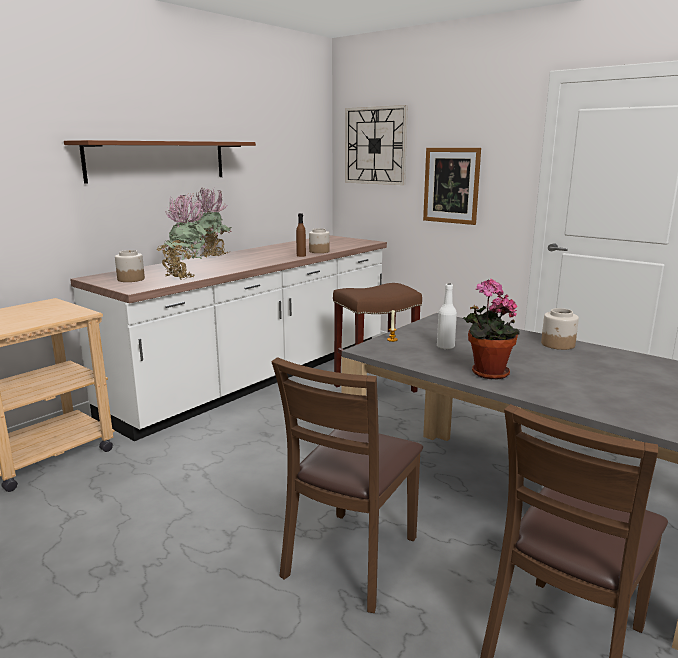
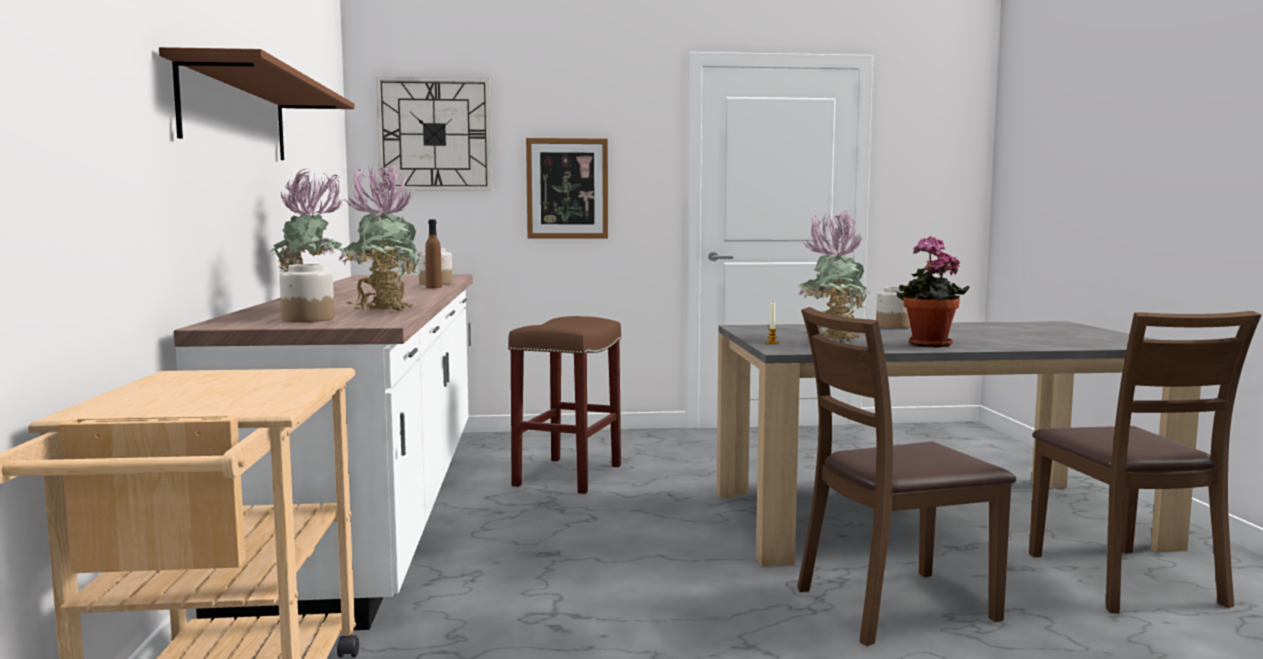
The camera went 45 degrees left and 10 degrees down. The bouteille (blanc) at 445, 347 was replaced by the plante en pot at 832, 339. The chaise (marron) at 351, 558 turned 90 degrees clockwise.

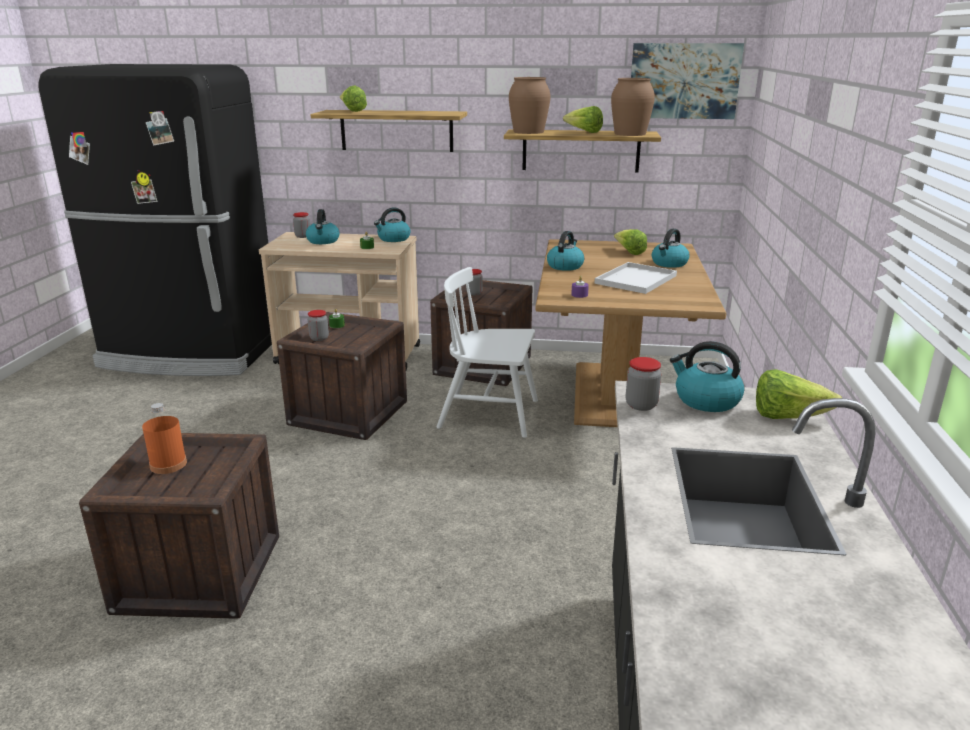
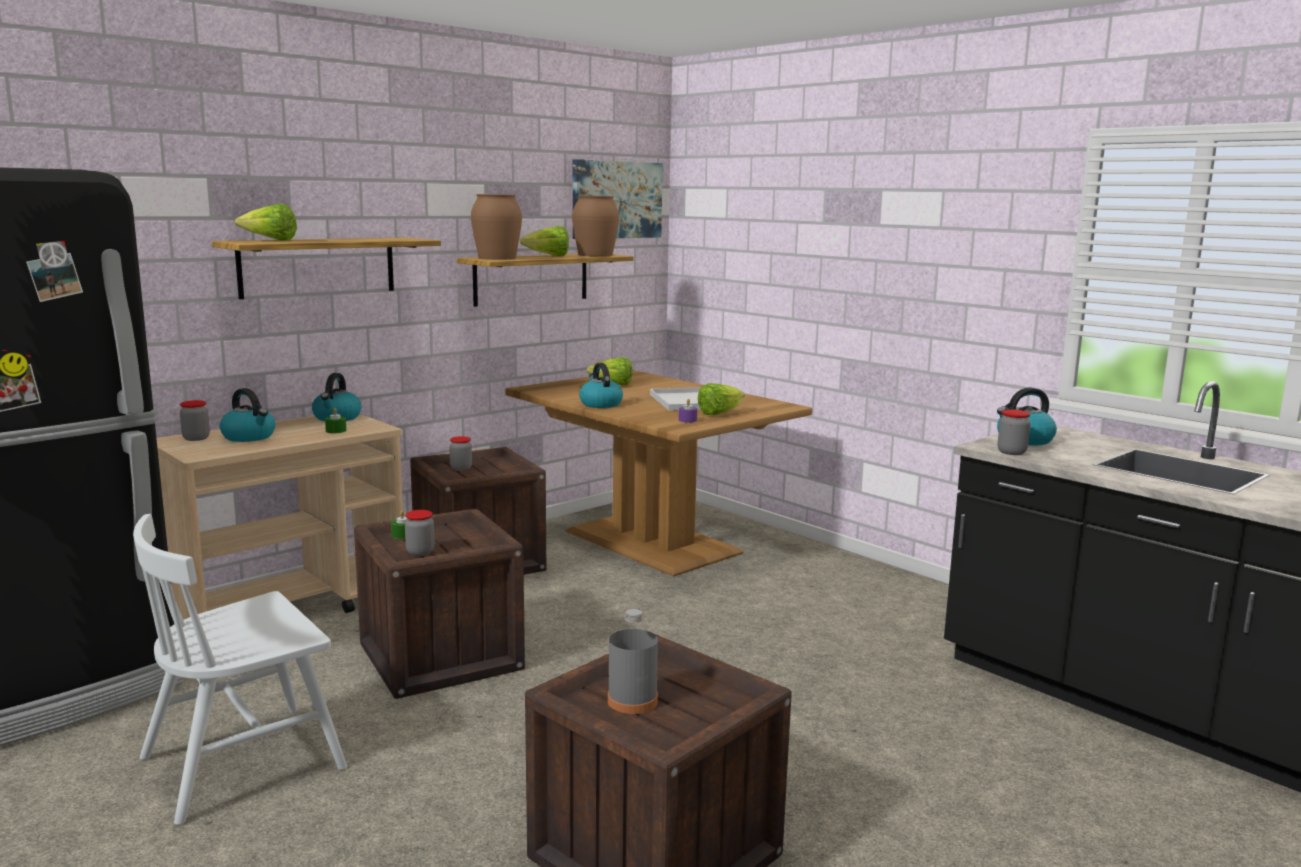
The camera went 50 degrees left and 10 degrees down. The bouilloire at 669, 263 disappeared. The chaise (blanc) moved from 489, 414 to 244, 762. The laitue moved from 787, 417 to 719, 413. The bouteille (orange) at 168, 464 became the bouteille (gris) at 632, 701.

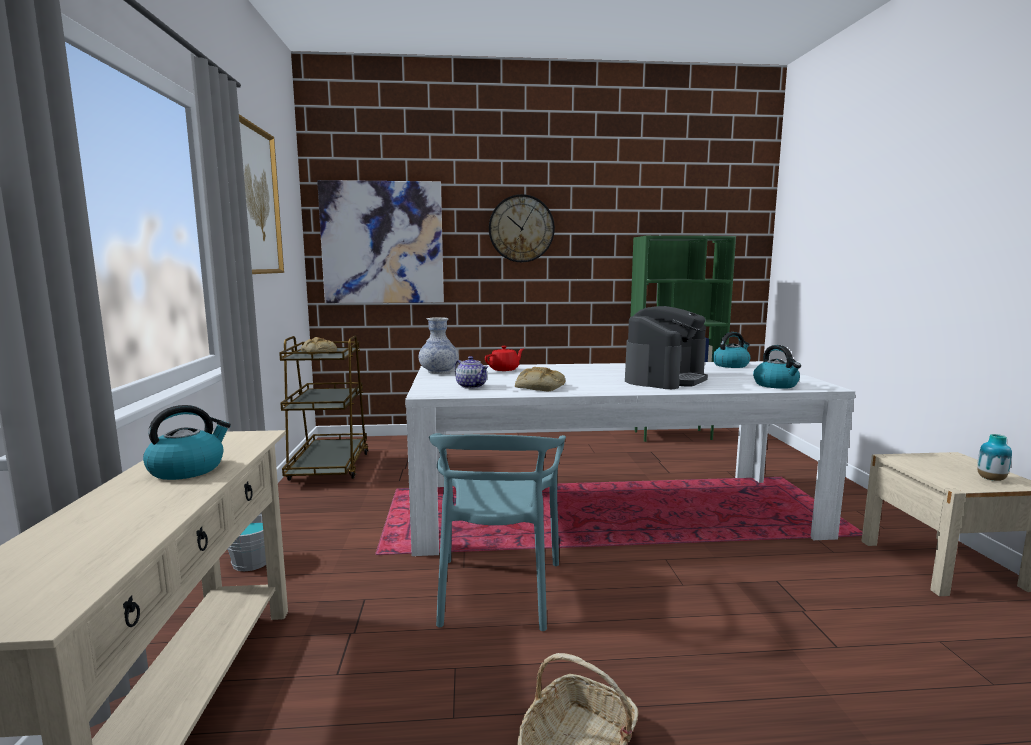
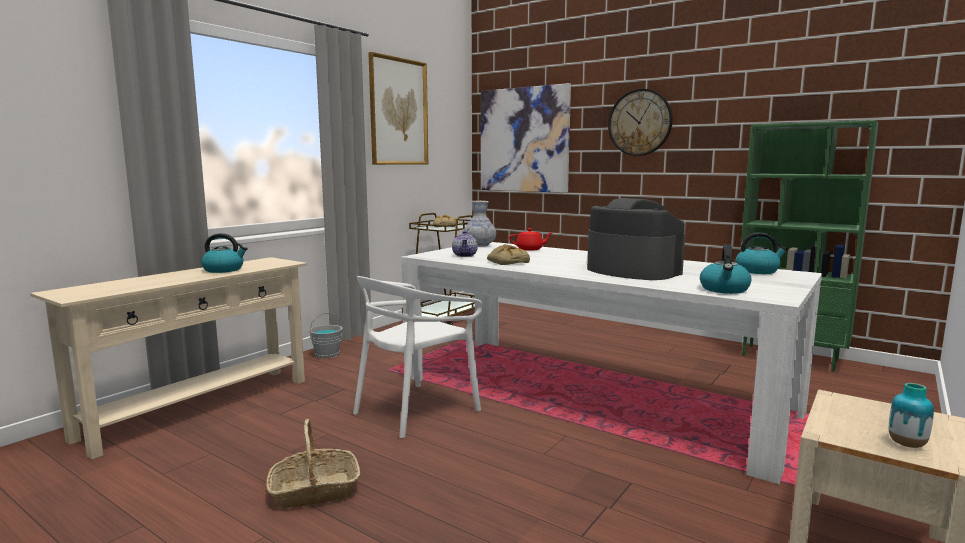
The camera went 40 degrees right and 0 degrees up. The machine à café at 665, 379 turned 120 degrees counterclockwise. The chaise (turquoise) at 497, 591 became the chaise (blanc) at 415, 410.

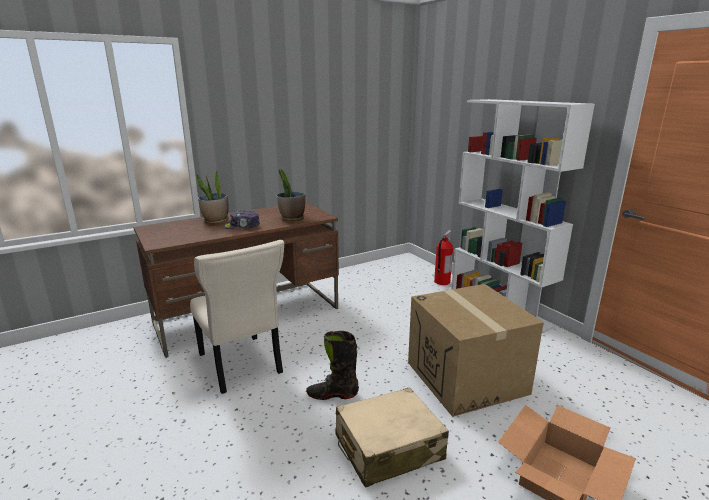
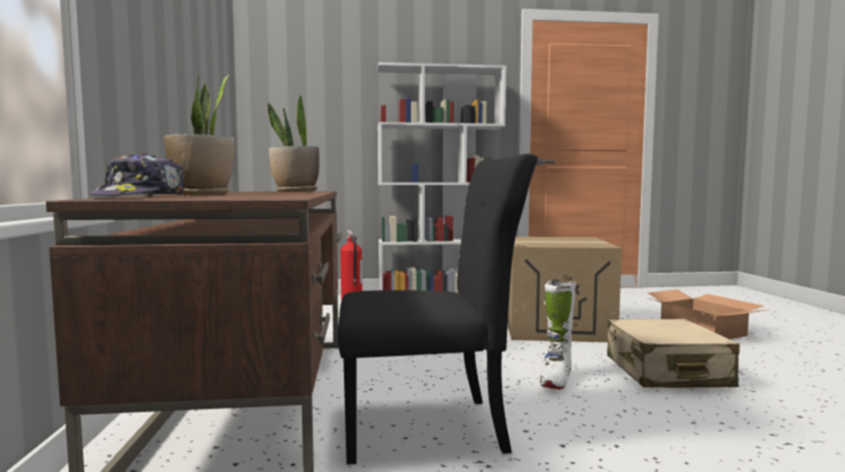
The camera went 65 degrees left and 15 degrees down. The casquette moved from 242, 226 to 142, 197. The chaise (beige) at 241, 365 became the chaise (noir) at 431, 429. The botte (noir) at 332, 394 became the botte (blanc) at 555, 380.

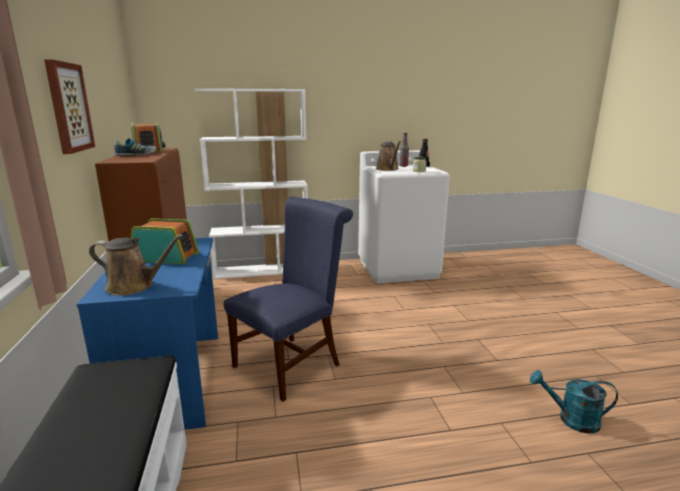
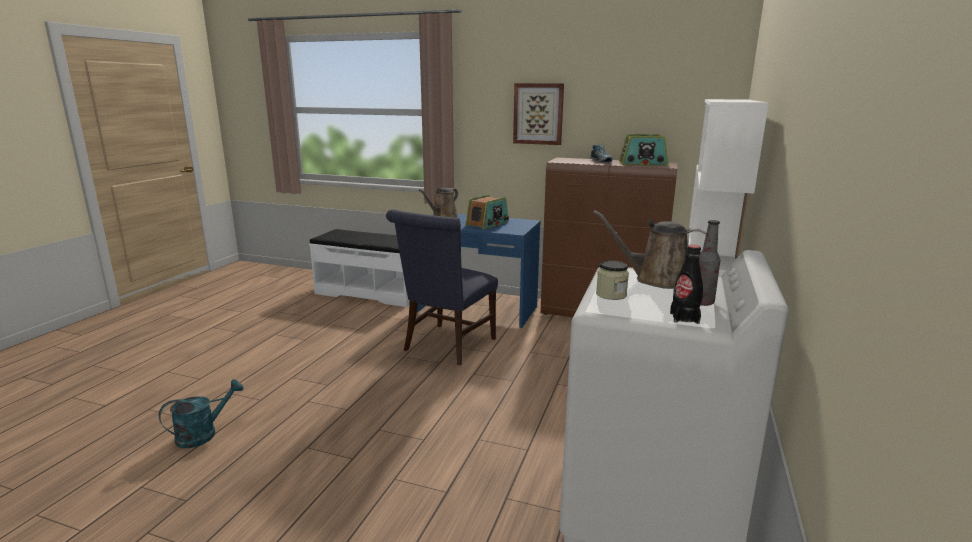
The camera went 120 degrees right and 0 degrees up. The chaise (bleu) at 292, 363 turned 45 degrees clockwise.

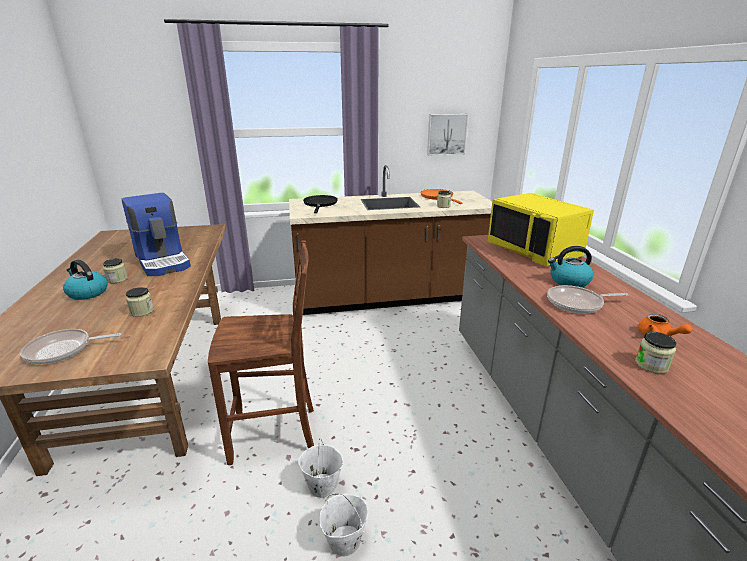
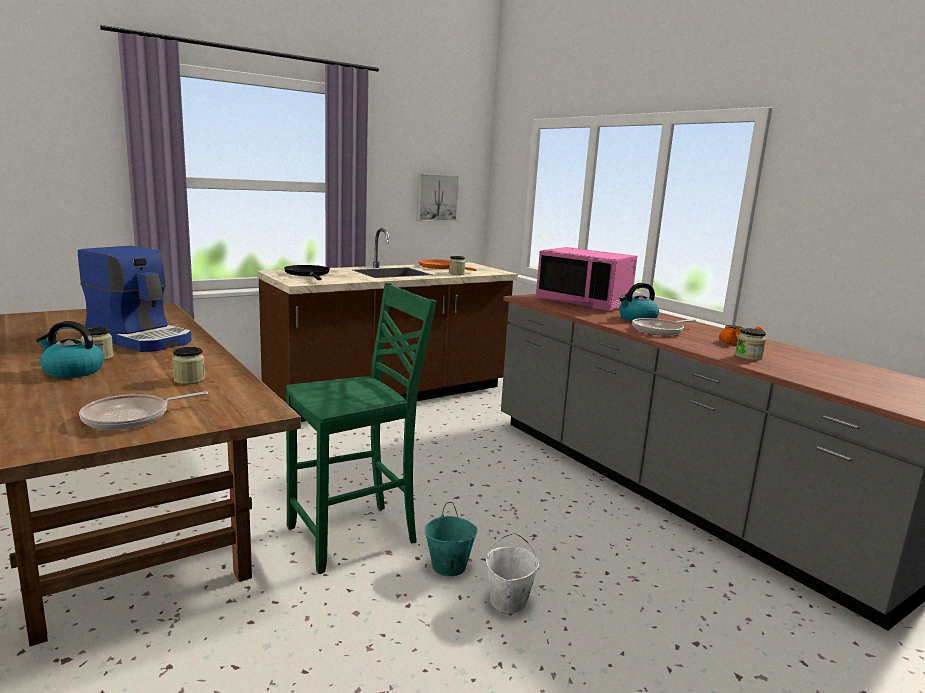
The camera went 25 degrees left and 10 degrees down. The micro-ondes (jaune) at 534, 250 became the micro-ondes (rose) at 584, 302. The chaise (marron) at 276, 434 became the chaise (vert) at 355, 536. The seau (blanc) at 322, 486 became the seau (turquoise) at 448, 566.

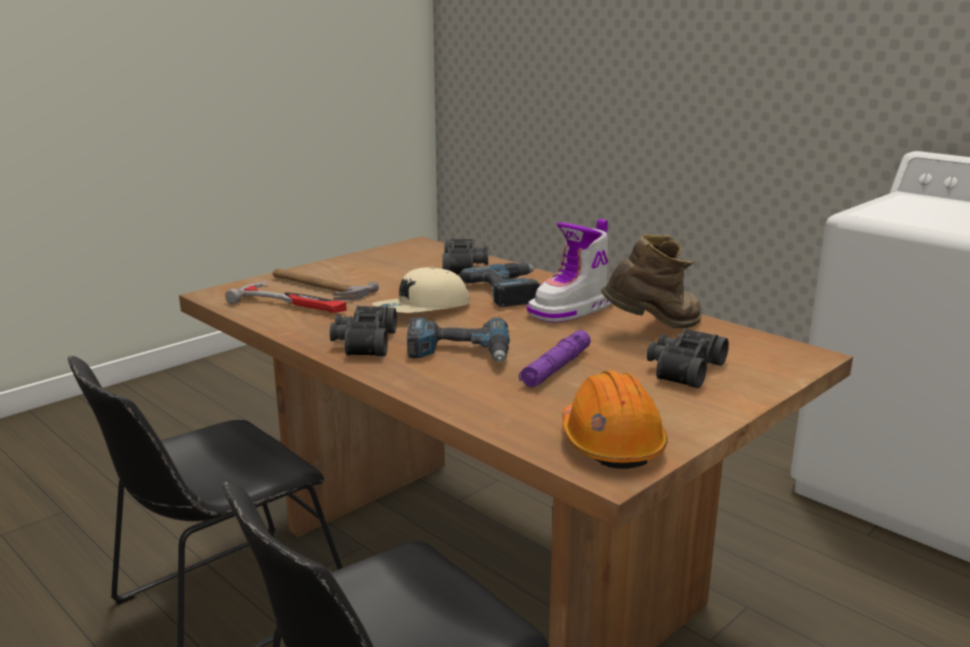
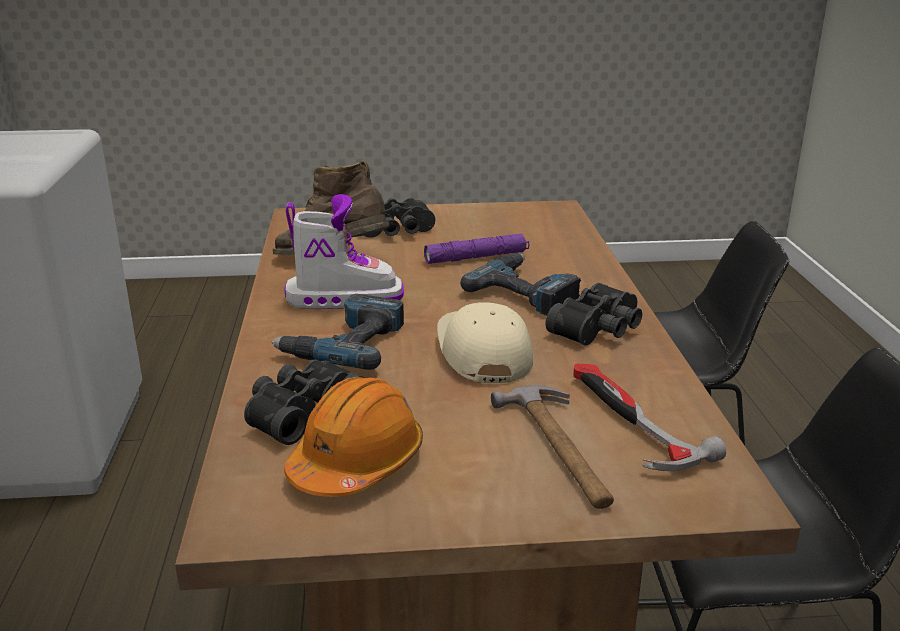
The camera went 140 degrees left and 5 degrees up. The casquette (beige) at 422, 309 turned 105 degrees counterclockwise. The casque de chantier (orange) moved from 611, 443 to 357, 463.

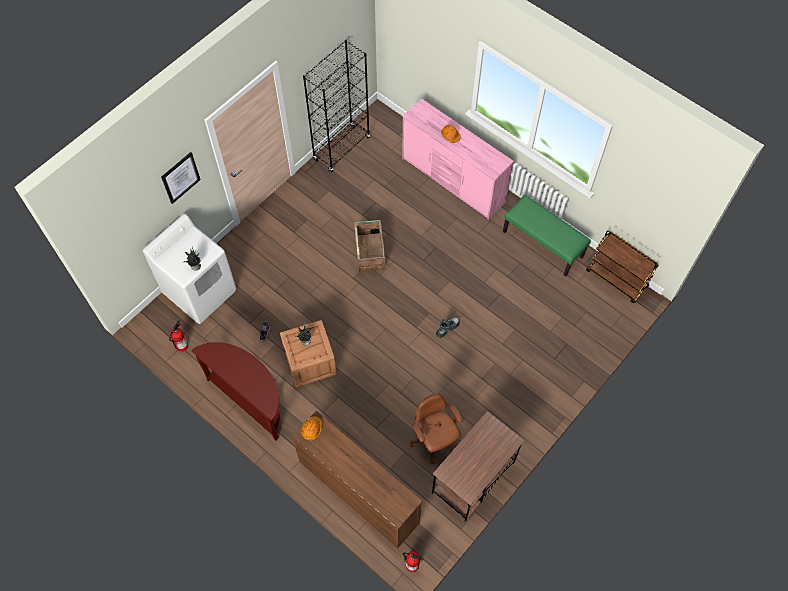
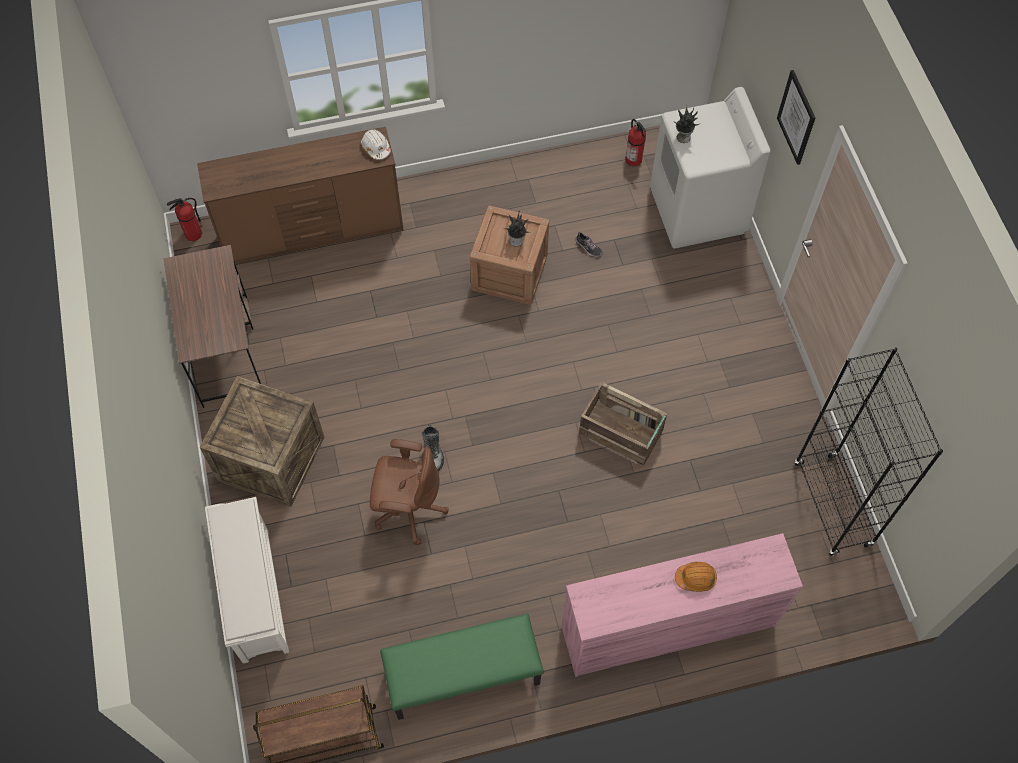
The camera went 125 degrees right and 0 degrees up. The table console (marron) at 251, 400 disappeared. The chaise de bureau (marron) moved from 434, 440 to 409, 509. The casque de chantier (orange) at 312, 429 became the casque de chantier (blanc) at 376, 148. The caisse at 271, 458 appeared. The étagère à chaussures (blanc) at 254, 593 appeared.

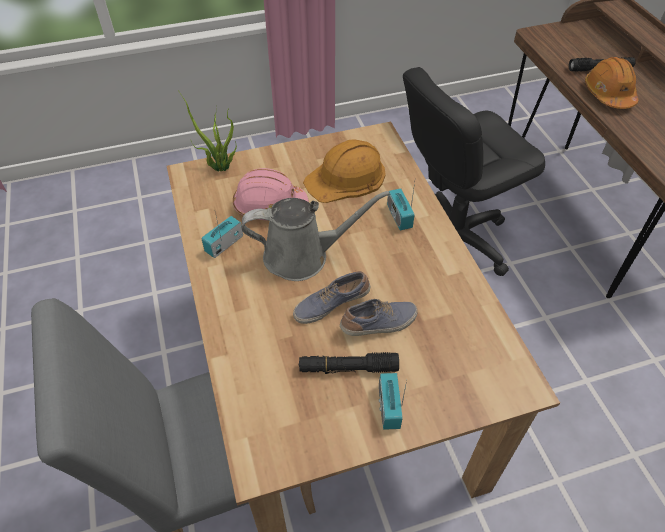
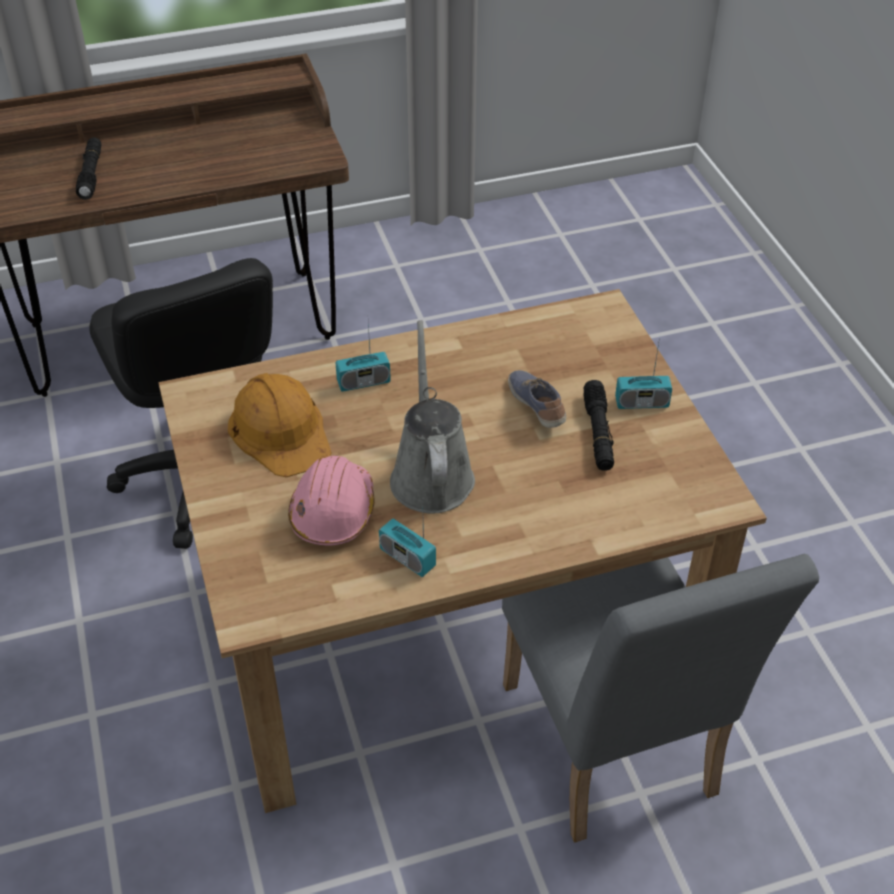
The camera went 90 degrees left and 5 degrees down. The casque de chantier (orange) at 608, 94 disappeared. The plante en pot at 219, 168 disappeared. The chaussure at 331, 304 disappeared.

